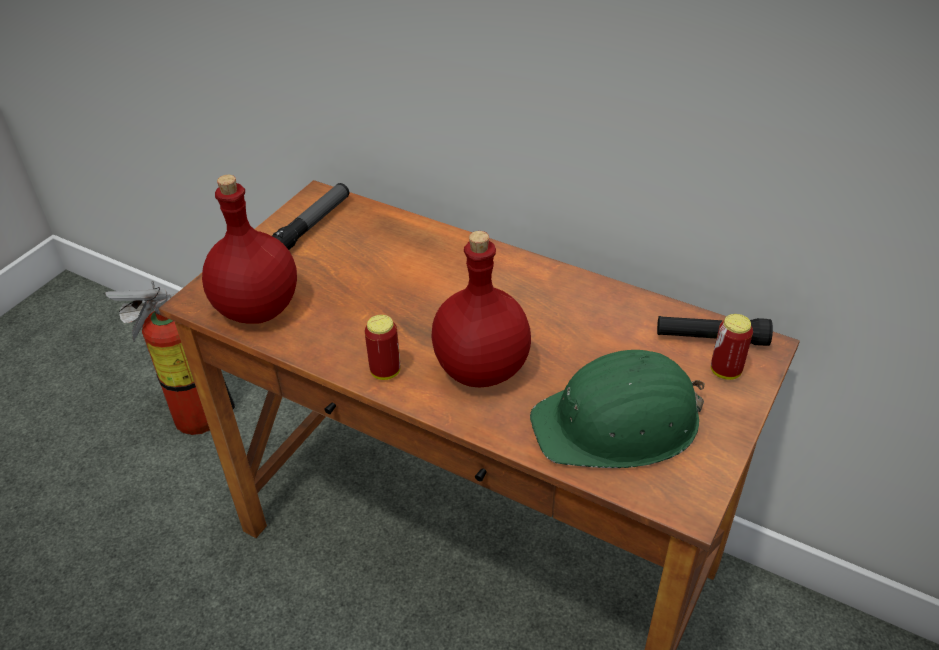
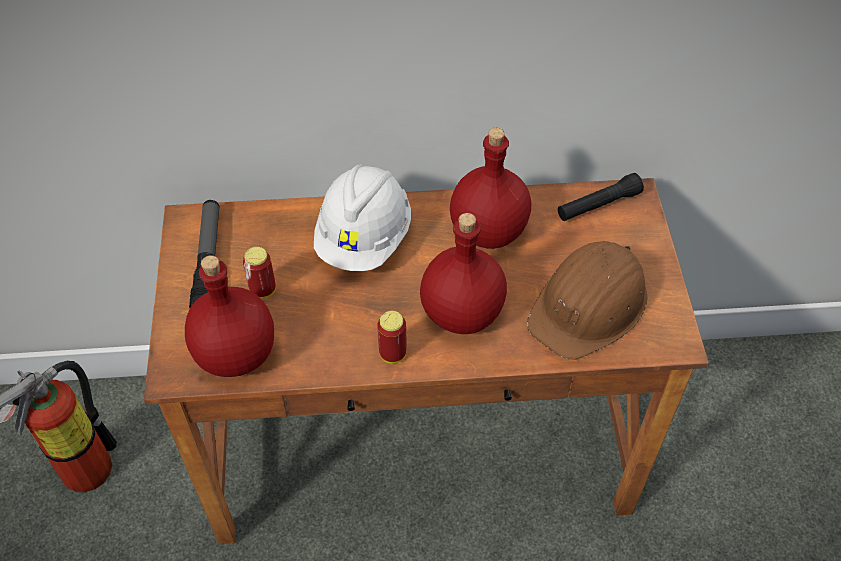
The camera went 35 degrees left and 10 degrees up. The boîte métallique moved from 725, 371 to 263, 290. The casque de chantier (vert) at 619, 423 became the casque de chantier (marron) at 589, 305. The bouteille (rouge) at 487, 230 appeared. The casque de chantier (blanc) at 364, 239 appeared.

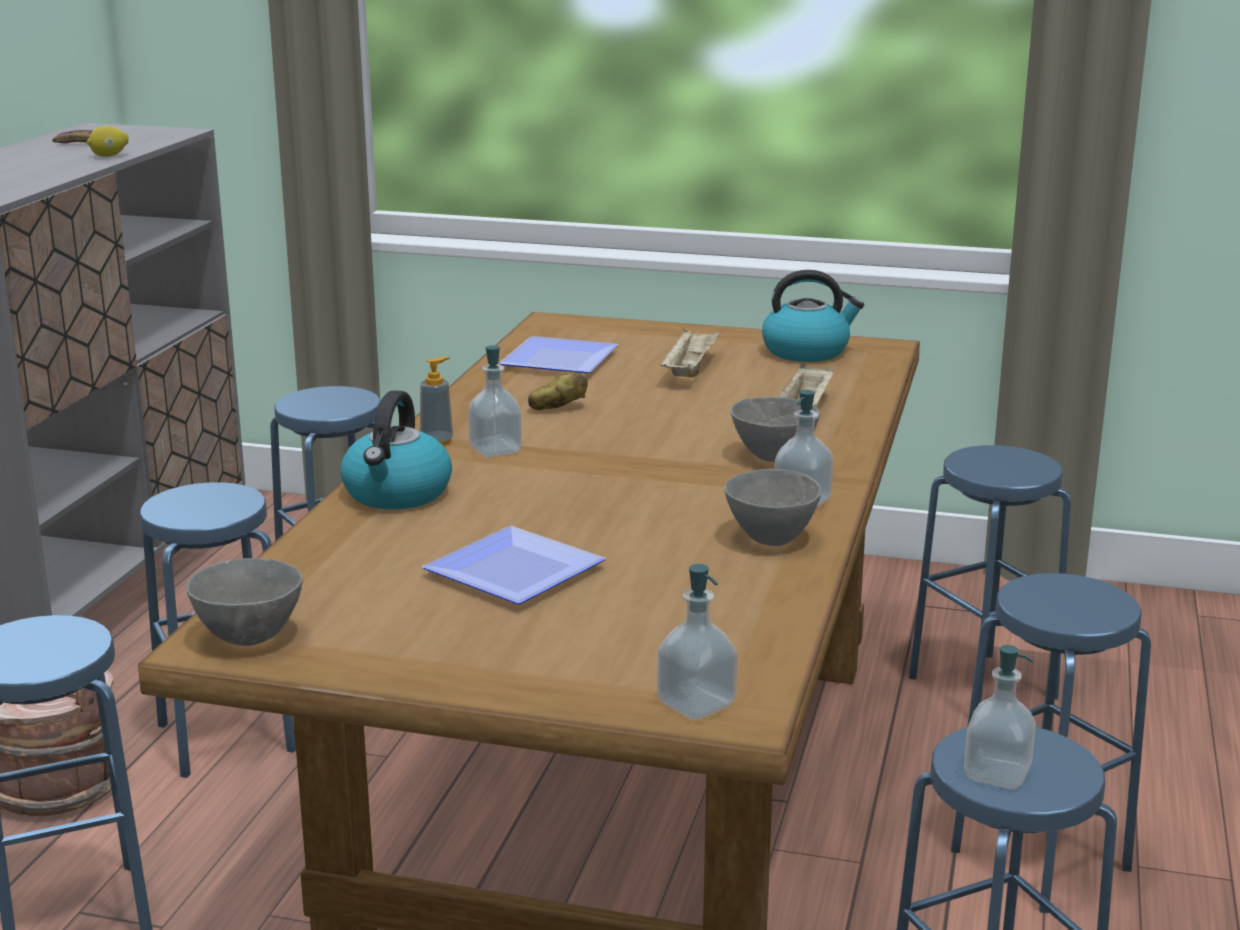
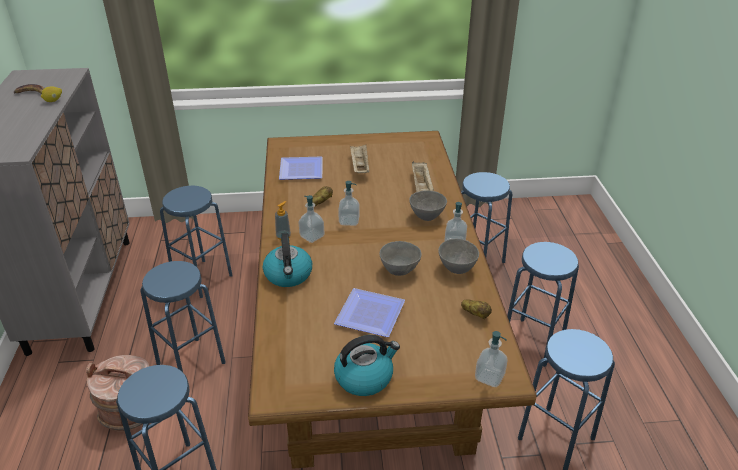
The camera went 20 degrees left and 15 degrees up. The bouilloire moved from 807, 351 to 364, 377. The bol (gris) moved from 251, 637 to 399, 270. The distributeur de savon moved from 997, 774 to 349, 221. The pomme de terre at 475, 314 appeared.

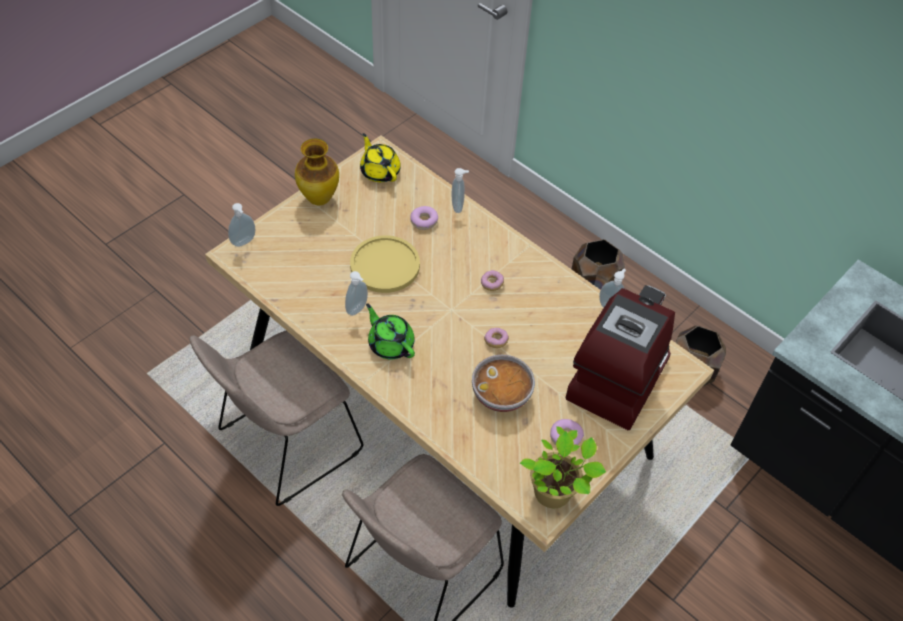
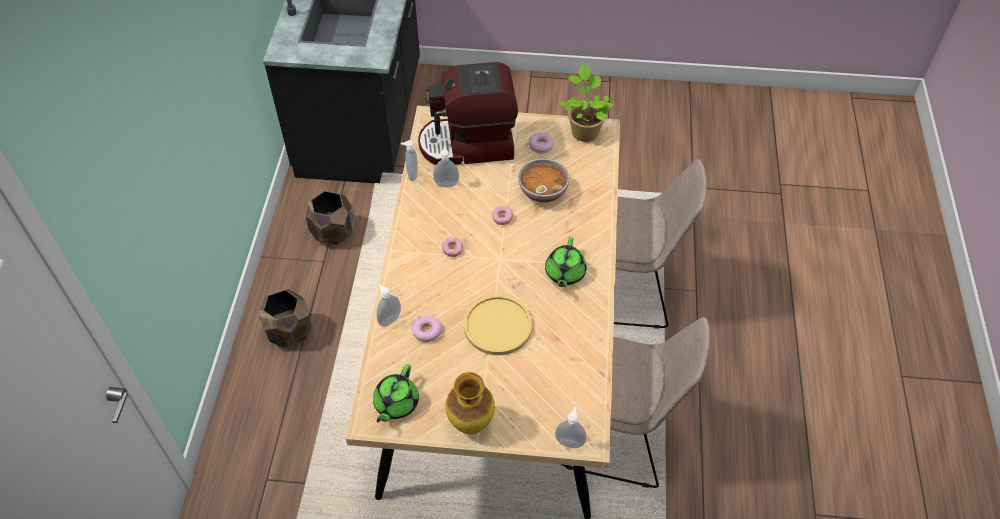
The camera went 125 degrees left and 0 degrees up. The théière (jaune) at 380, 171 became the théière (vert) at 395, 403. The distributeur de savon moved from 358, 309 to 446, 183.

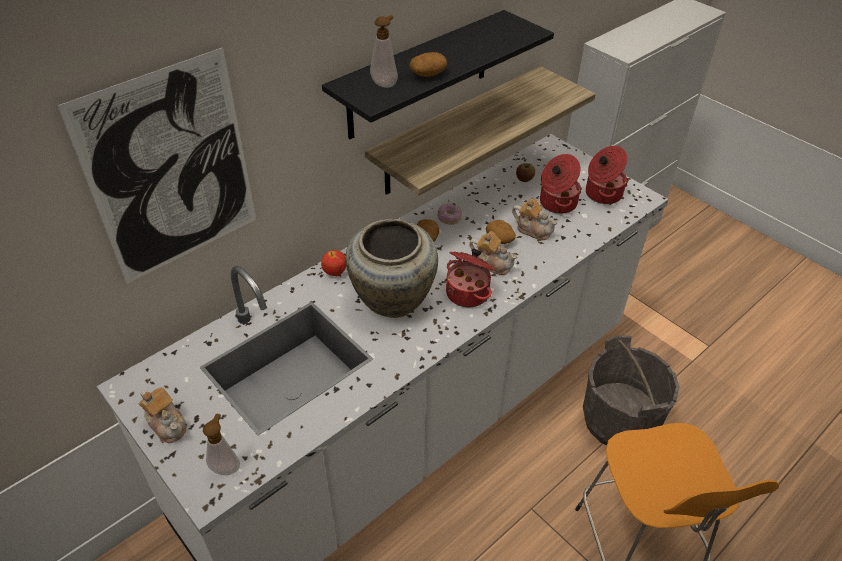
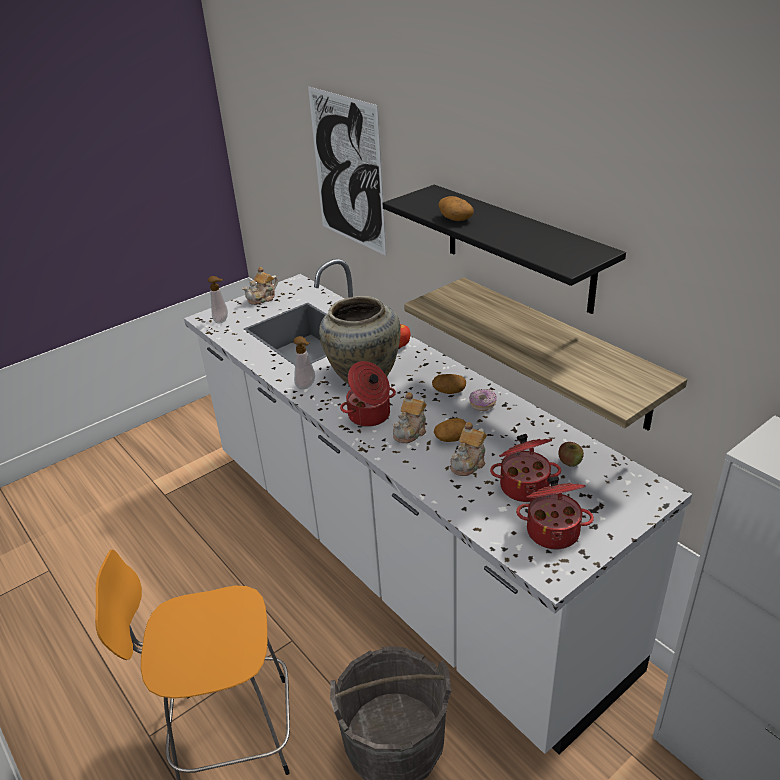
The camera went 95 degrees right and 10 degrees down. The distributeur de savon moved from 385, 83 to 307, 386.

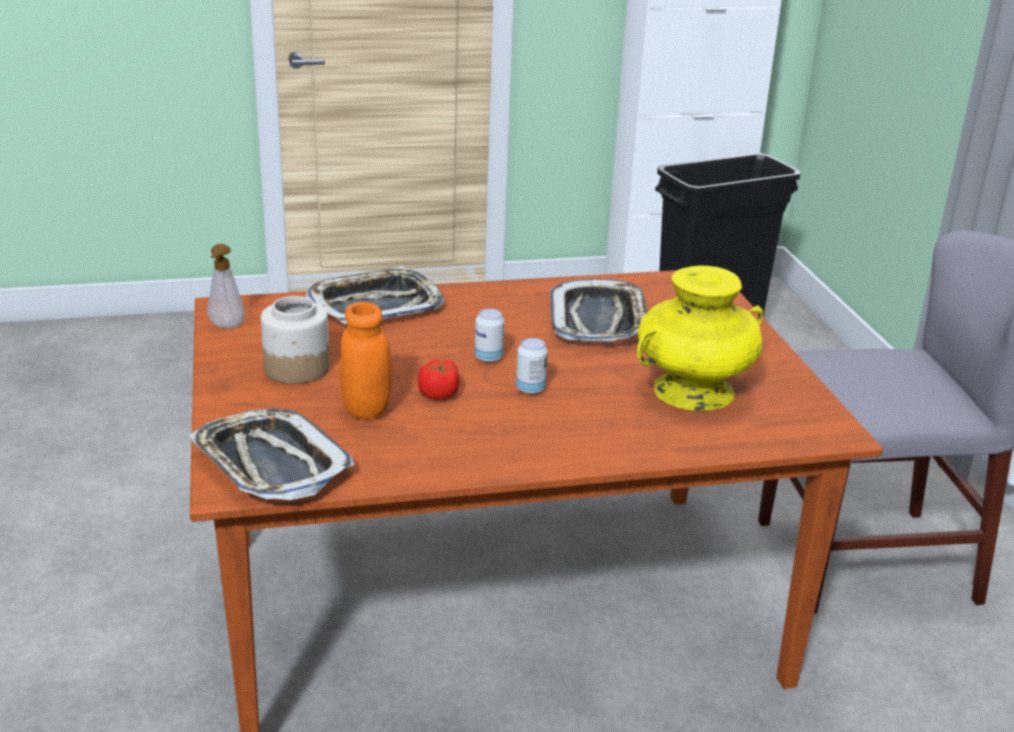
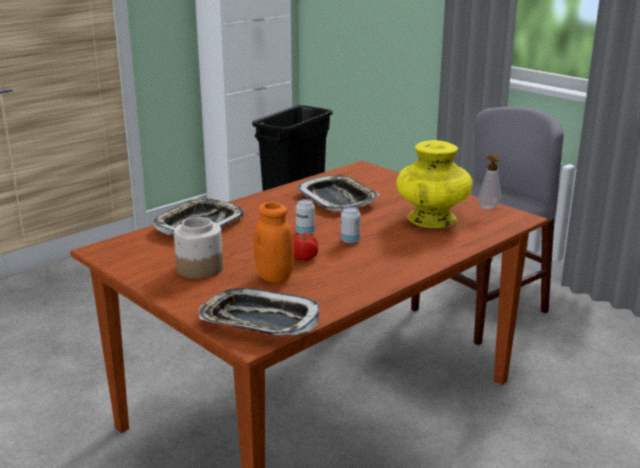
The camera went 30 degrees left and 5 degrees down. The distributeur de savon moved from 226, 327 to 489, 208.

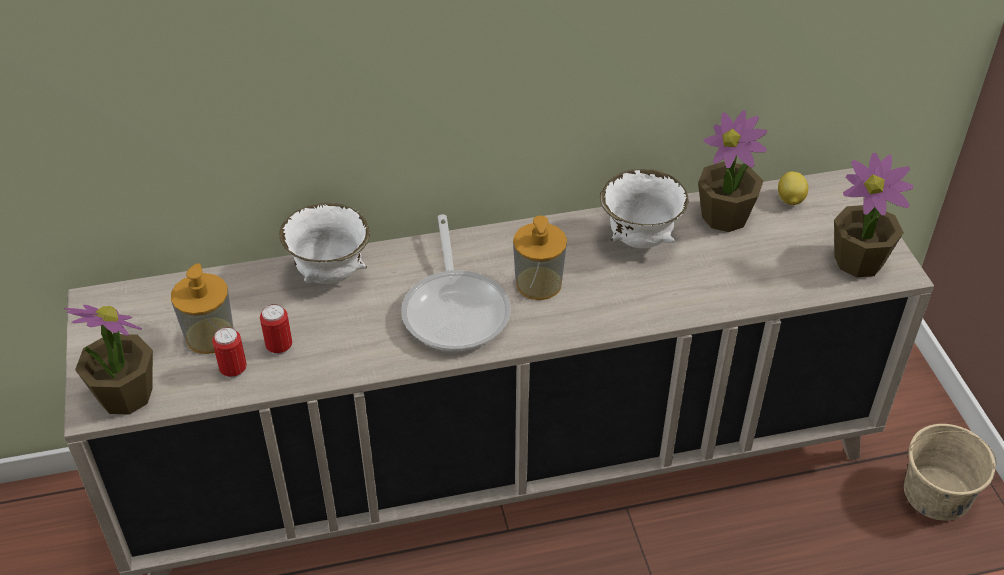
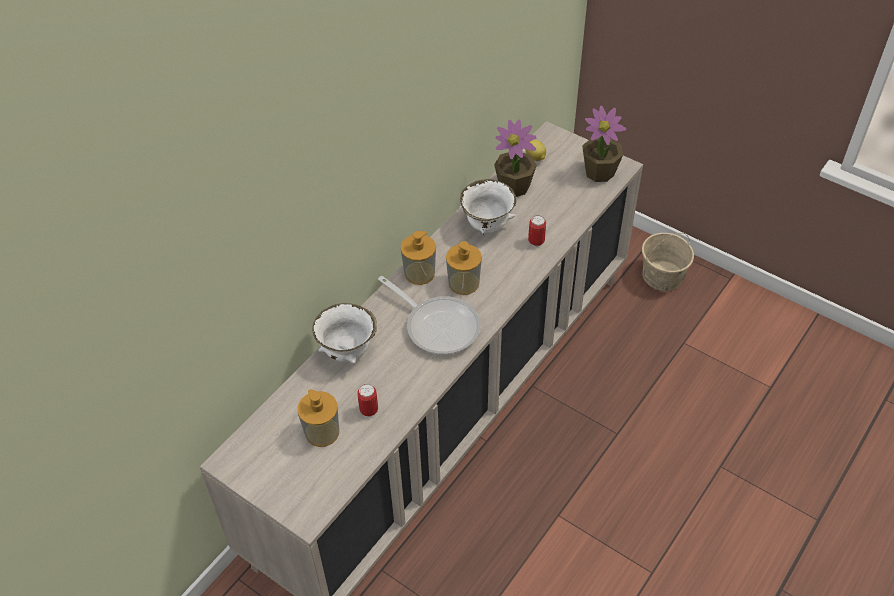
The camera went 40 degrees left and 5 degrees up. The plante en pot at 125, 395 disappeared. The boîte métallique moved from 233, 370 to 536, 242. The distributeur de savon at 419, 273 appeared.

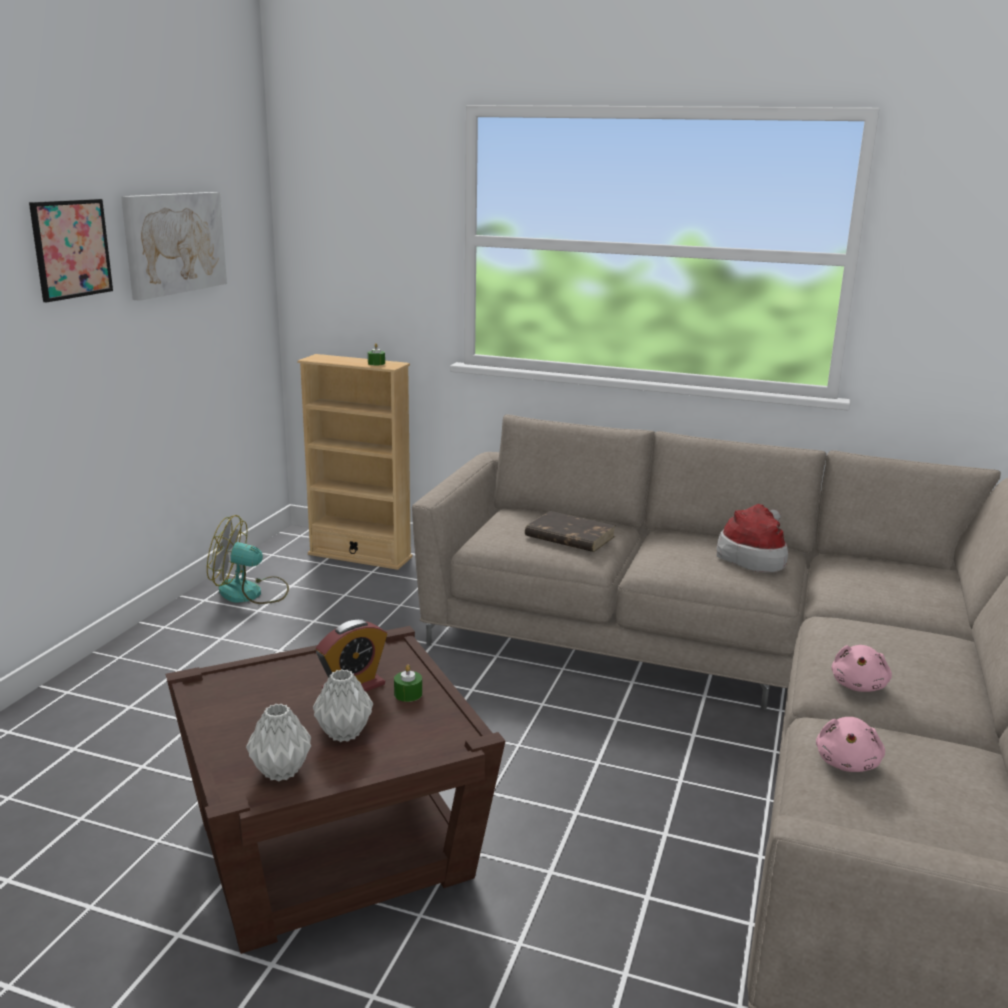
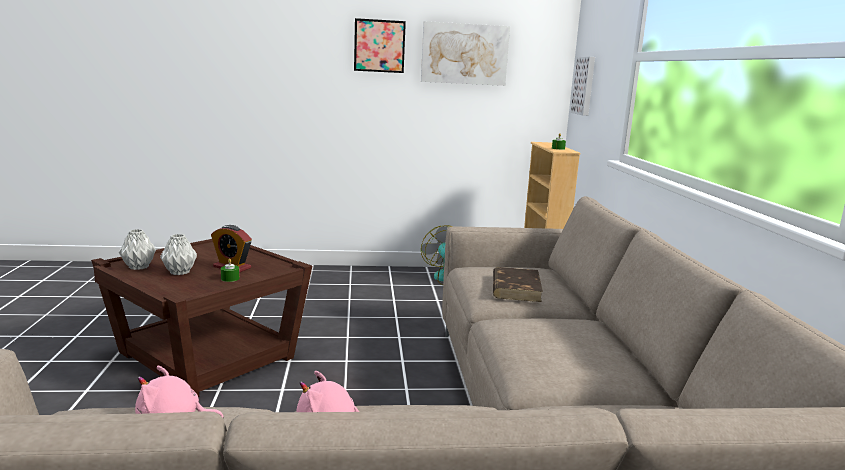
The camera went 65 degrees right and 5 degrees down. The chapeau at 753, 556 disappeared. The tableau at 585, 86 appeared.

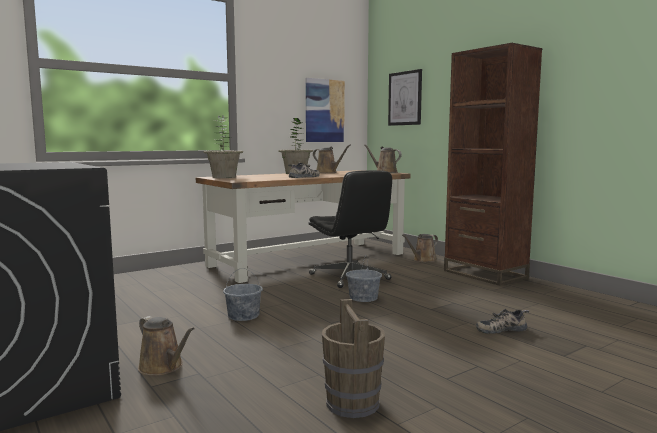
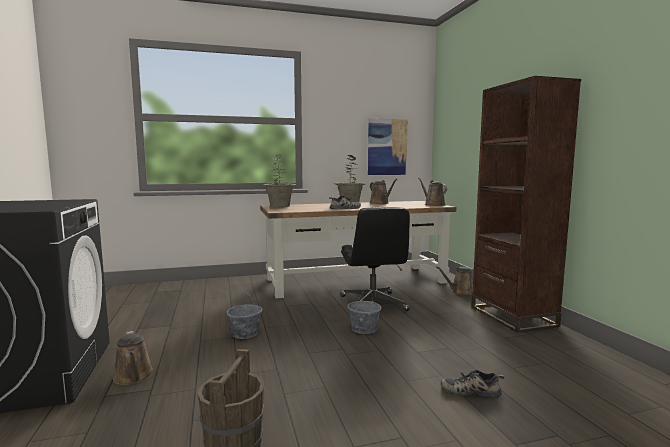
The camera went 20 degrees right and 0 degrees up. The tableau at 405, 98 disappeared.

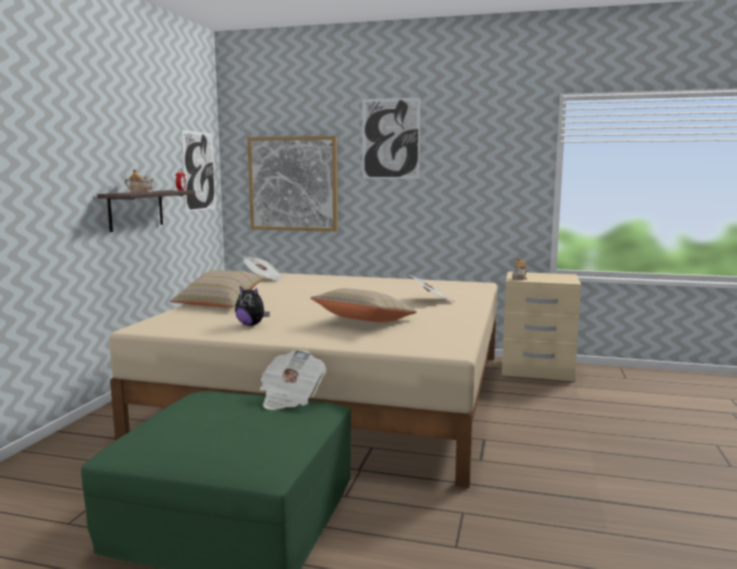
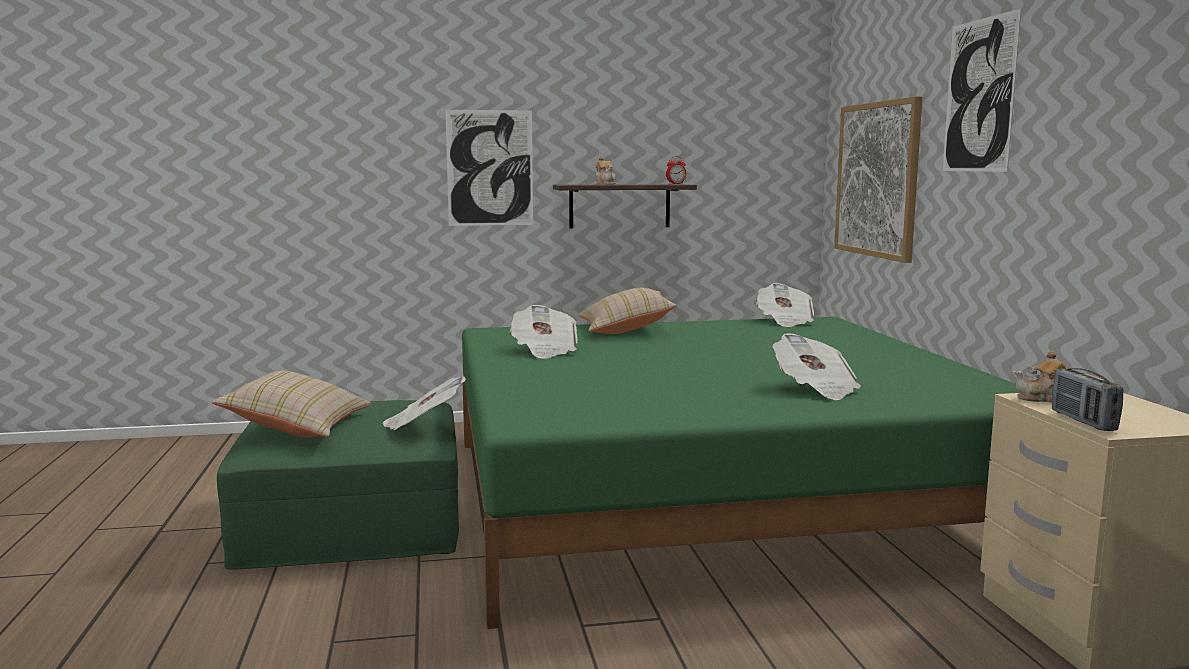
The camera went 65 degrees right and 0 degrees up. The tableau moved from 199, 171 to 490, 168. The lit (beige) at 339, 393 became the lit (vert) at 709, 498. The peluche at 251, 325 was replaced by the journal at 544, 351. The coussin (beige) moved from 364, 322 to 297, 427. The radio at 1083, 421 appeared.

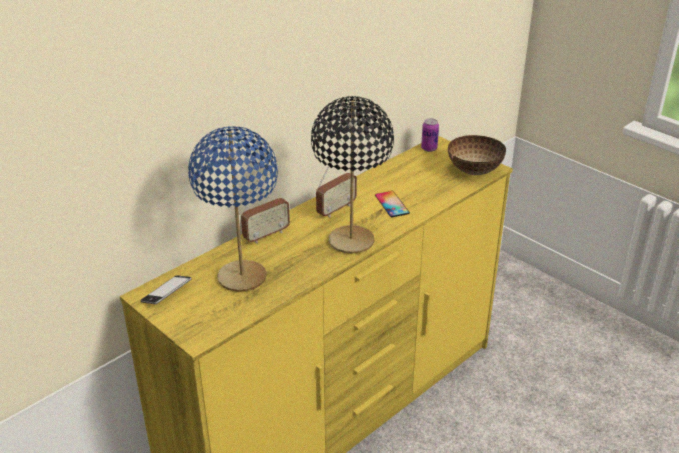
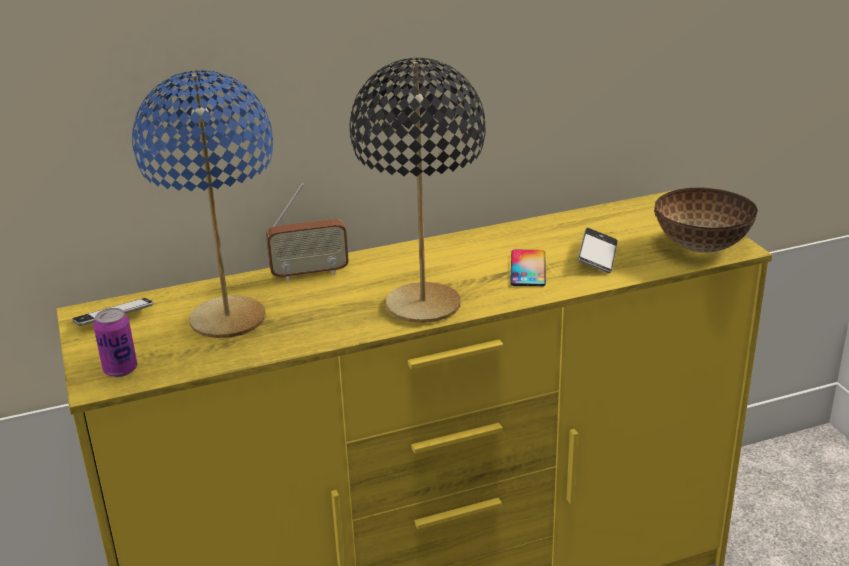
The camera went 25 degrees right and 5 degrees down. The boîte métallique moved from 429, 148 to 120, 370. The radio at 336, 209 disappeared. The téléphone at 597, 256 appeared.

